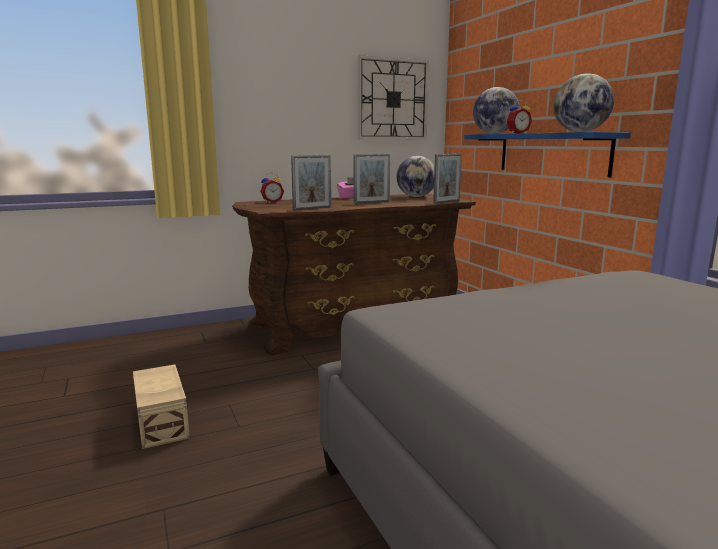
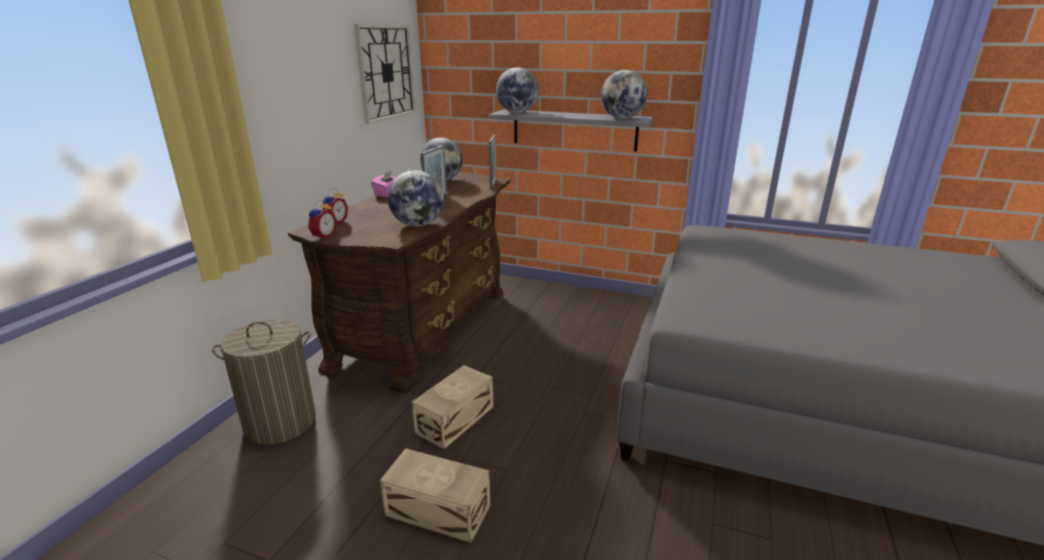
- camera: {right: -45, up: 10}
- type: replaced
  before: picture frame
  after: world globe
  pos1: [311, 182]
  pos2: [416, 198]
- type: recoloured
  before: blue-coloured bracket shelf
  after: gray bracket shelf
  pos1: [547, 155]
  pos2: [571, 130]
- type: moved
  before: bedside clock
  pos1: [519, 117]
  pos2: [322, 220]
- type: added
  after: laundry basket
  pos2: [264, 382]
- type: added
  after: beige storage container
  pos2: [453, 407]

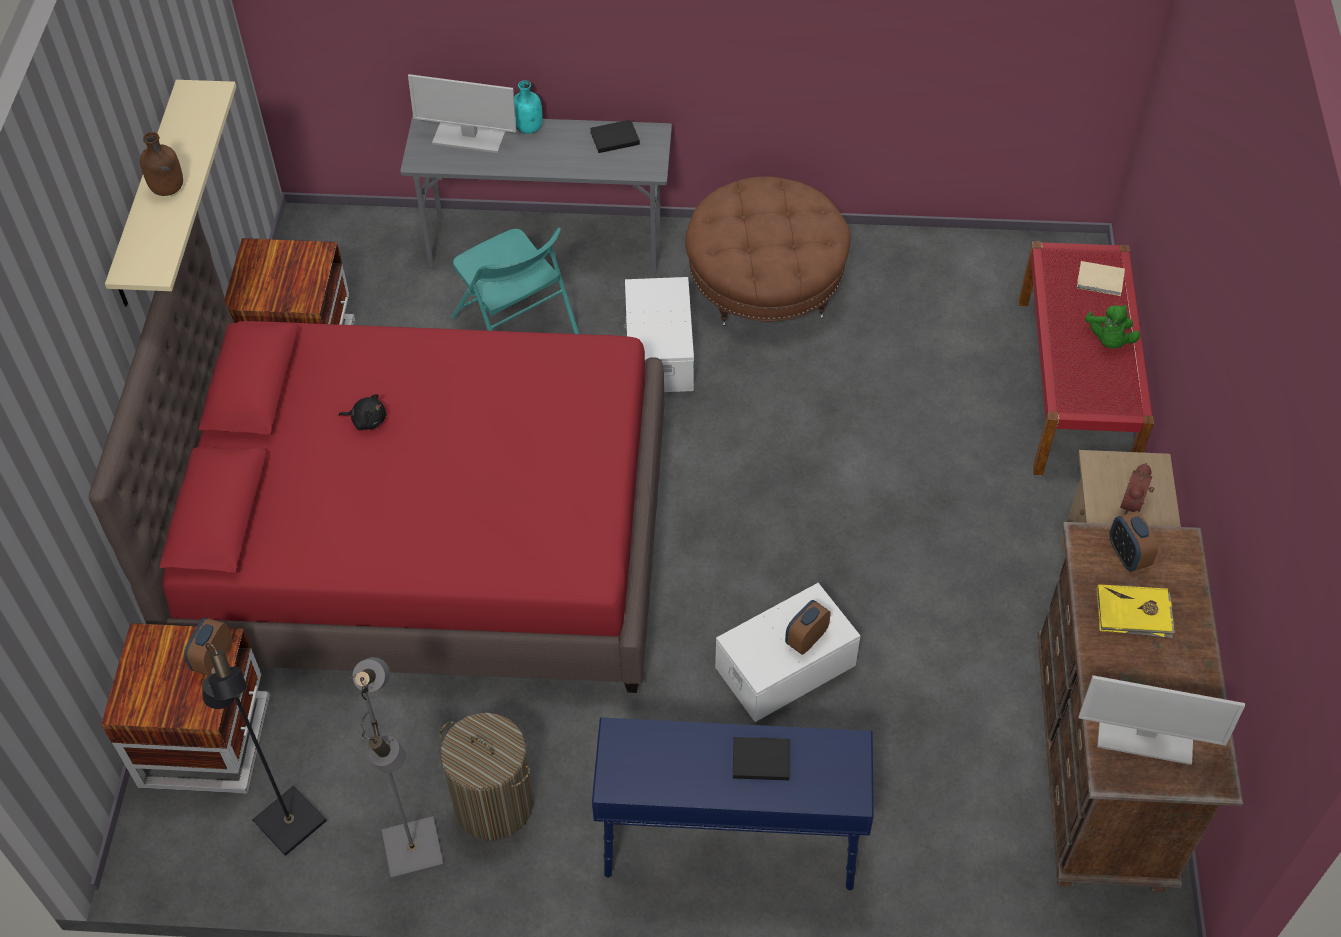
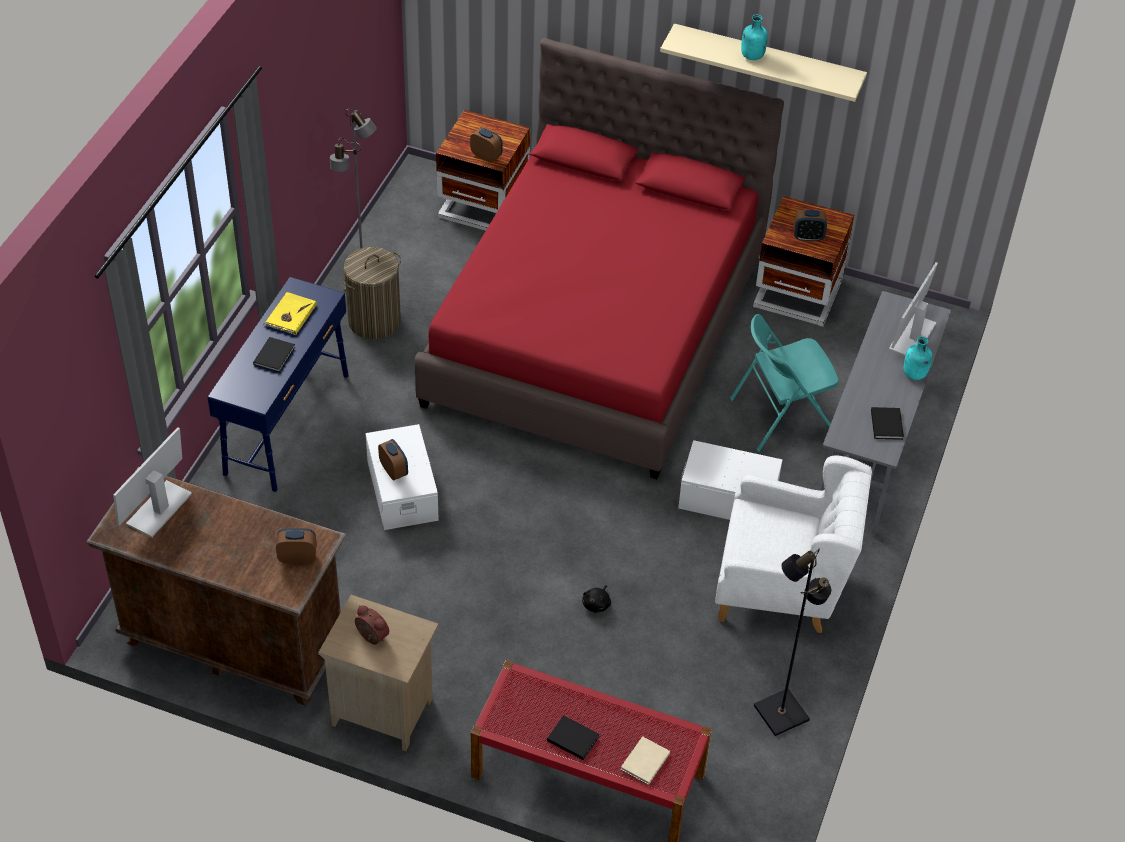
- camera: {right: 105, up: -5}
- type: recoloured
  before: brown bottle
  after: turquoise-coloured bottle
  pos1: [161, 164]
  pos2: [754, 37]
- type: moved
  before: black floor lamp
  pos1: [264, 749]
  pos2: [792, 642]
- type: moved
  before: black cuddly toy
  pos1: [362, 412]
  pos2: [596, 599]
- type: replaced
  before: brown footrest
  after: white-coloured armchair
  pos1: [768, 251]
  pos2: [793, 544]
- type: replaced
  before: green cuddly toy
  after: black volume
  pos1: [1112, 326]
  pos2: [573, 737]
- type: moved
  before: yellowish volume
  pos1: [1136, 611]
  pos2: [290, 313]
- type: added
  after: bedside clock
  pos2: [810, 226]

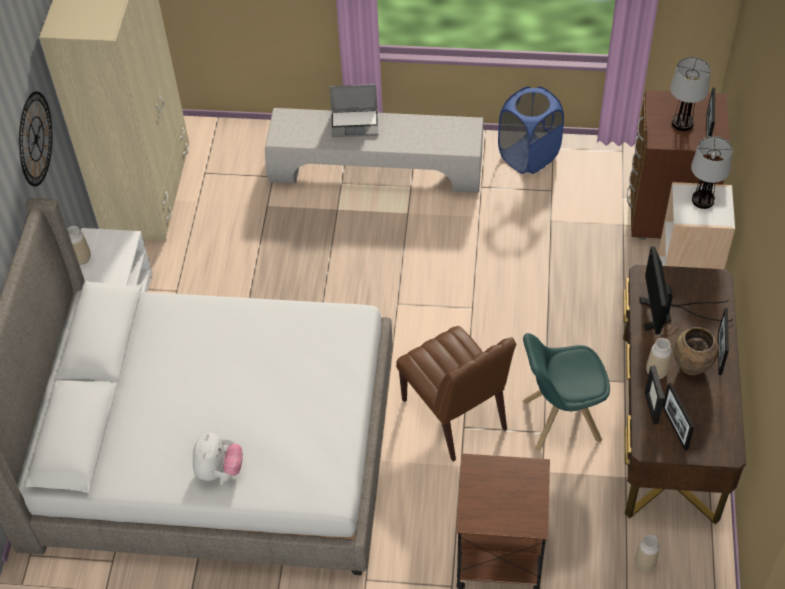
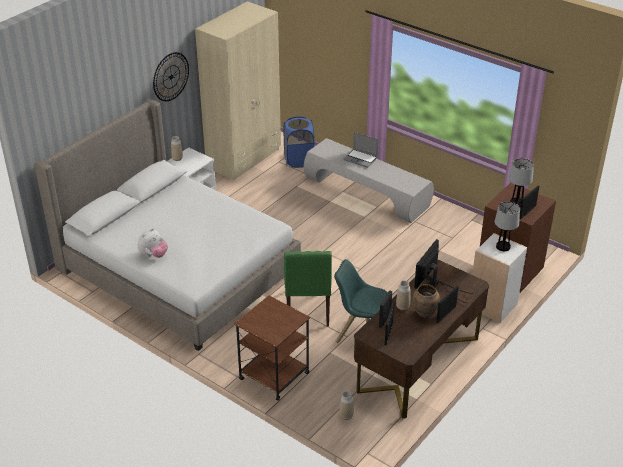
- camera: {right: 30, up: -15}
- type: recoloured
  before: brown upright chair
  after: green upright chair
  pos1: [456, 393]
  pos2: [308, 288]
- type: moved
  before: blue-coloured laundry basket
  pos1: [531, 130]
  pos2: [299, 142]

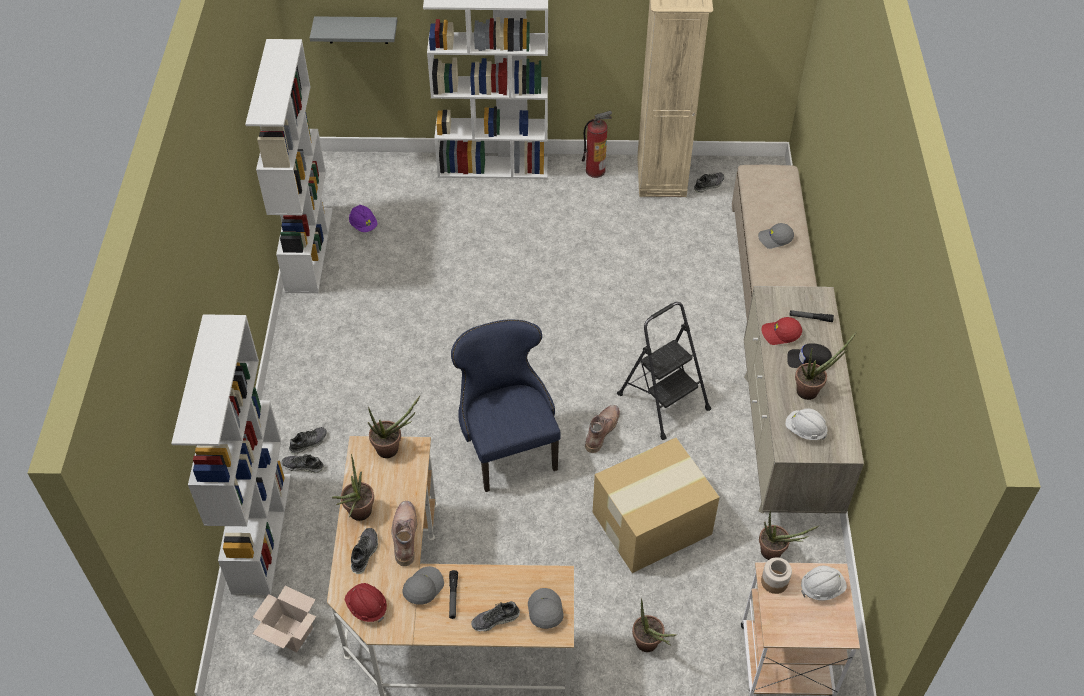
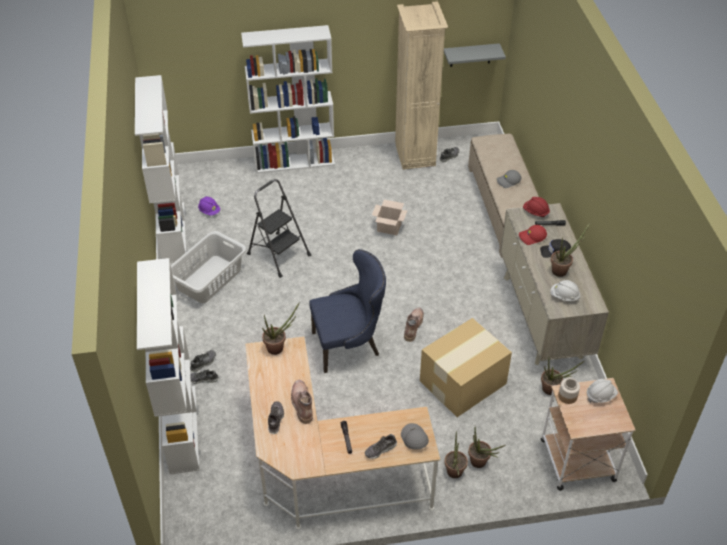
- camera: {right: -10, up: -5}
- type: moved
  before: cardboard box
  pos1: [284, 619]
  pos2: [390, 217]
- type: moved
  before: gray bracket shelf
  pos1: [353, 30]
  pos2: [475, 55]
- type: moved
  before: houseplant
  pos1: [353, 487]
  pos2: [456, 454]
- type: moved
  before: red-coloured work helmet
  pos1: [366, 602]
  pos2: [536, 207]
- type: removed
  before: gray peaked cap
  pos1: [423, 585]
- type: turned
  before: blue-coloured upright chair
  pos1: [506, 406]
  pos2: [347, 311]
  turn: 105
- type: removed
  before: extinguisher
  pos1: [597, 144]
- type: moved
  before: black step stool
  pos1: [664, 371]
  pos2: [279, 228]
- type: added
  after: gray laundry basket
  pos2: [209, 267]

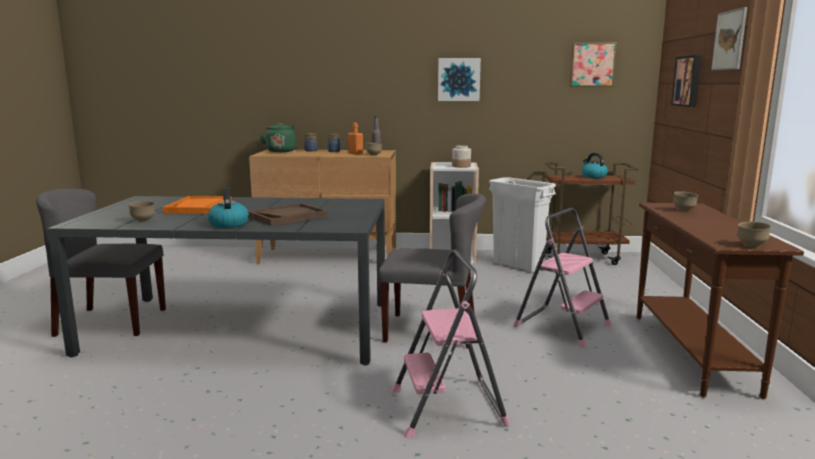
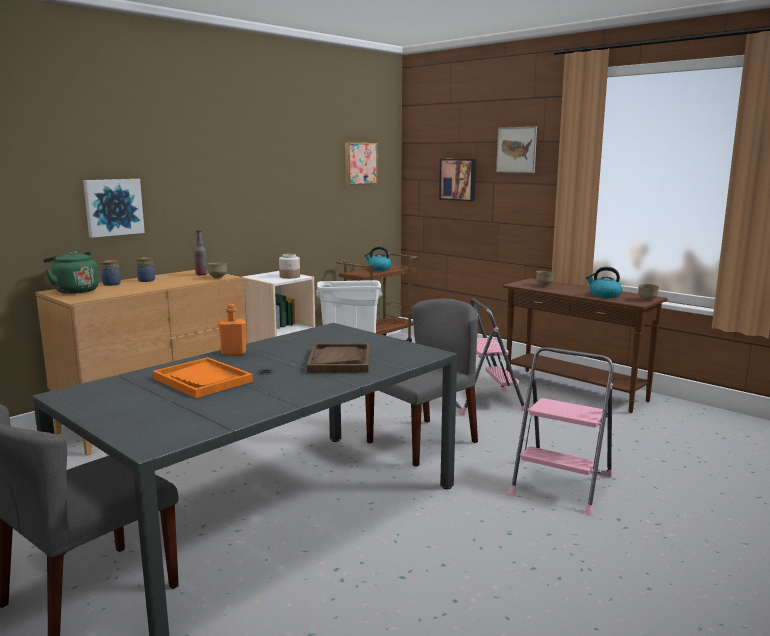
- camera: {right: -50, up: 0}
- type: removed
  before: brown serving bowl
  pos1: [142, 211]
- type: moved
  before: tea kettle
  pos1: [228, 207]
  pos2: [604, 282]
- type: moved
  before: orange bottle
  pos1: [355, 138]
  pos2: [232, 329]
- type: moved
  before: picture
  pos1: [459, 79]
  pos2: [114, 208]

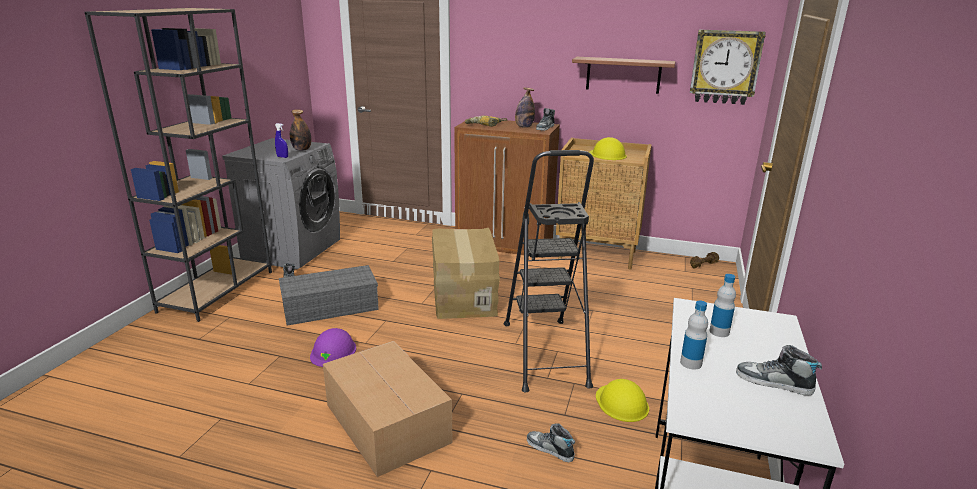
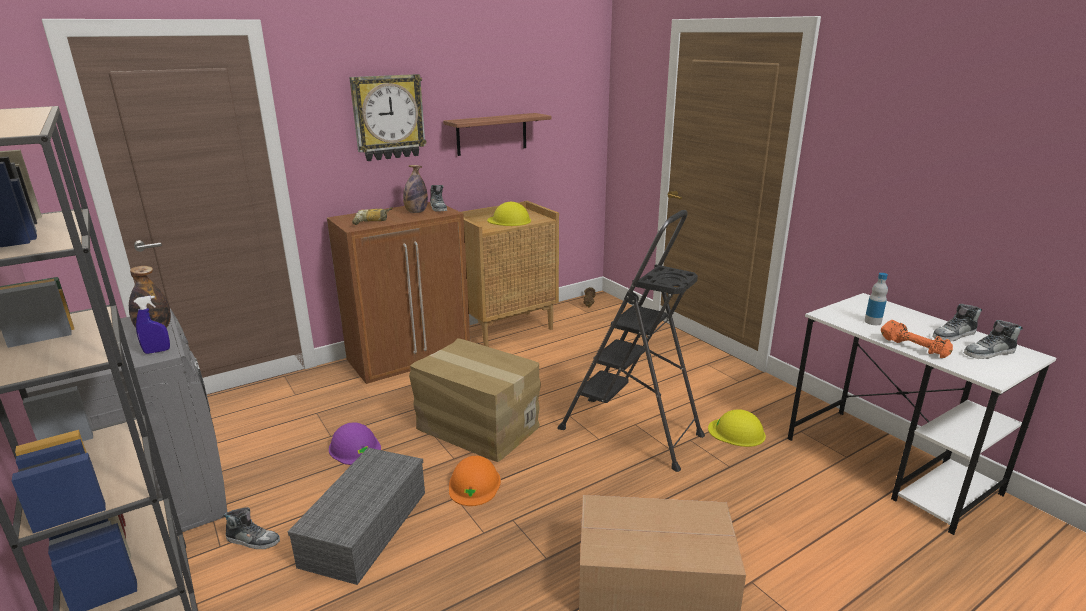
- camera: {right: -50, up: 0}
- type: moved
  before: purple work helmet
  pos1: [333, 347]
  pos2: [355, 443]
- type: moved
  before: item of footwear
  pos1: [551, 442]
  pos2: [993, 339]
- type: replaced
  before: bottle
  after: orange hand weight
  pos1: [694, 335]
  pos2: [917, 339]
- type: moved
  before: wall clock
  pos1: [728, 67]
  pos2: [388, 117]
- type: added
  after: orange work helmet
  pos2: [475, 481]

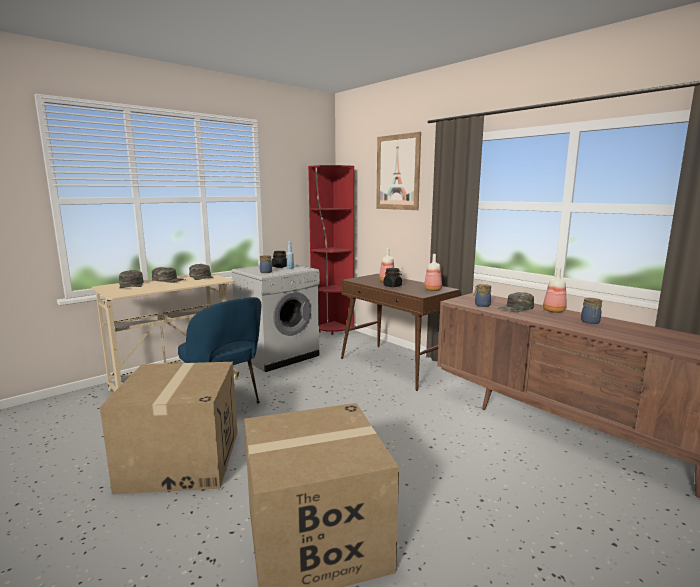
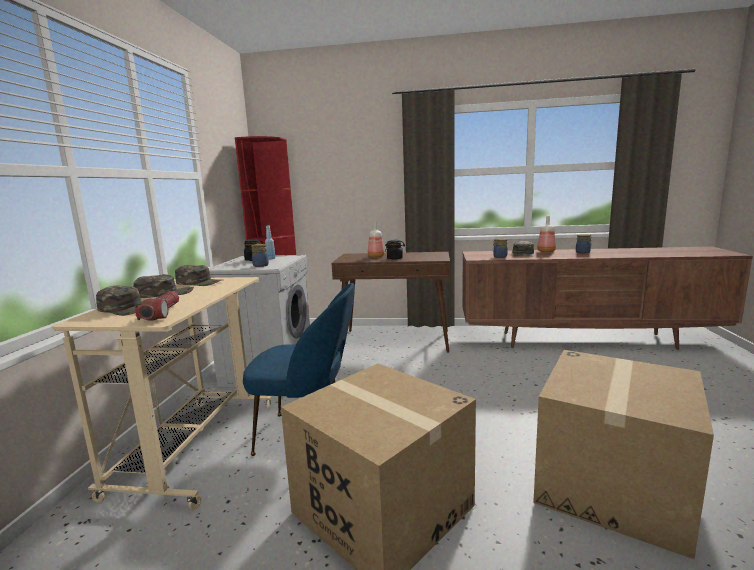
- camera: {right: -40, up: 0}
- type: removed
  before: picture
  pos1: [398, 171]
- type: removed
  before: bottle
  pos1: [433, 272]
- type: added
  after: torch
  pos2: [157, 306]

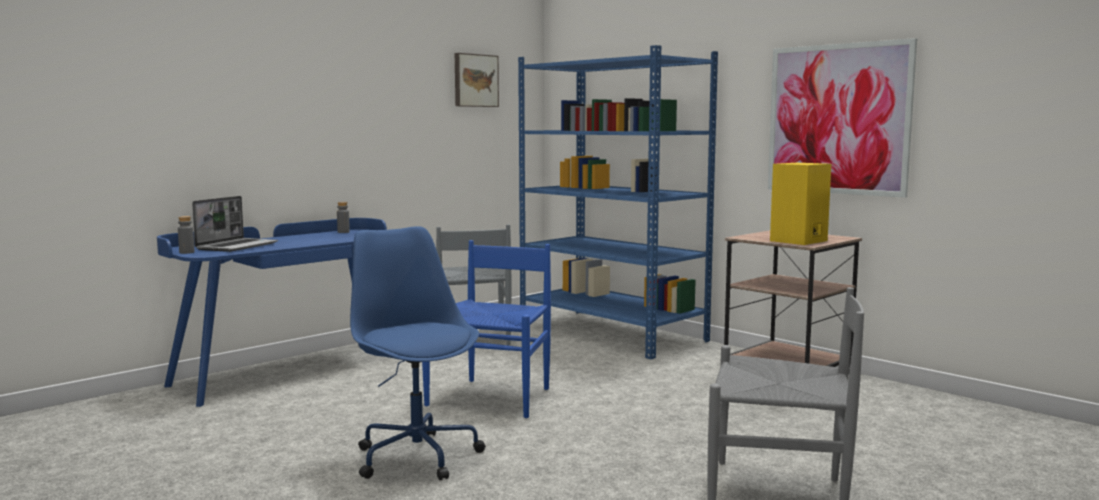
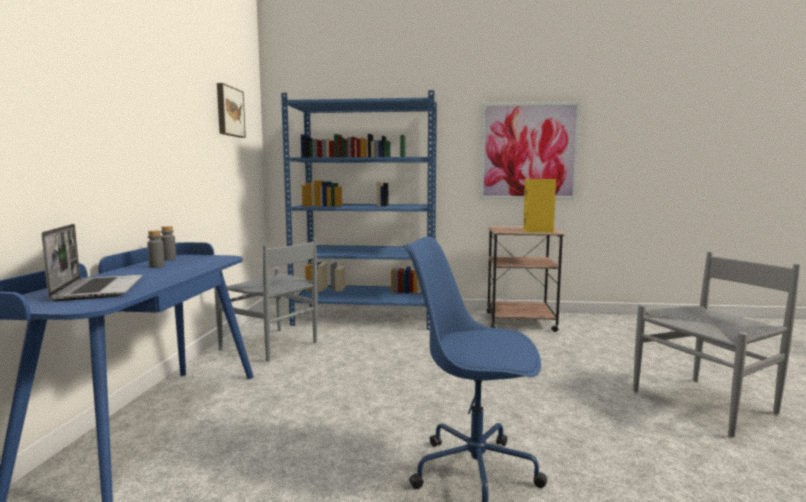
- camera: {right: -40, up: 0}
- type: moved
  before: gray bottle
  pos1: [186, 235]
  pos2: [156, 249]
- type: removed
  before: blue-coloured upright chair
  pos1: [486, 329]

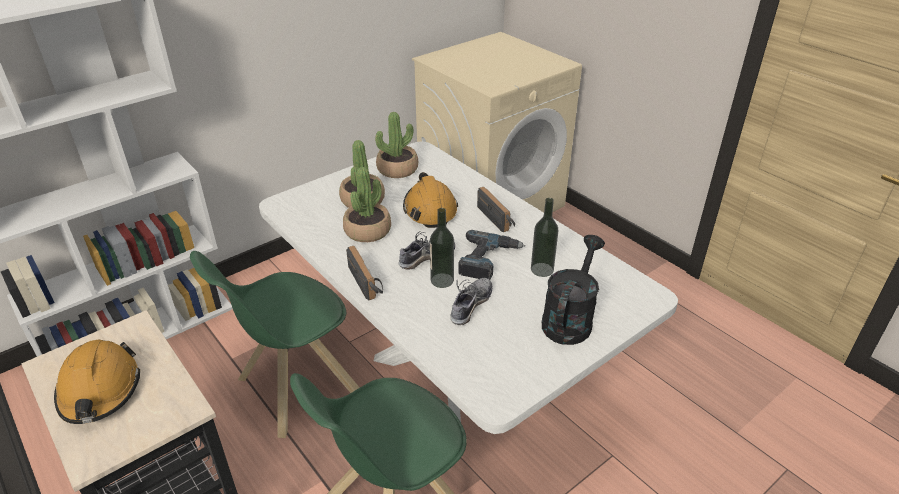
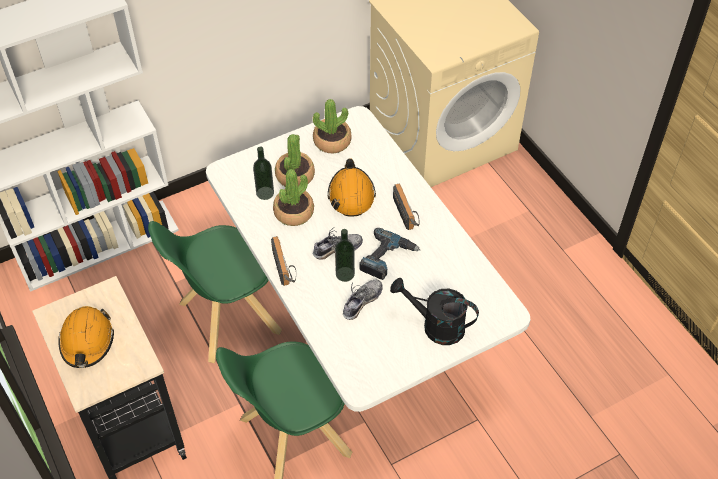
- camera: {right: 10, up: 15}
- type: moved
  before: bottle
  pos1: [545, 237]
  pos2: [263, 173]
- type: turned
  before: black sprinkling can
  pos1: [573, 290]
  pos2: [434, 311]
  turn: -105

